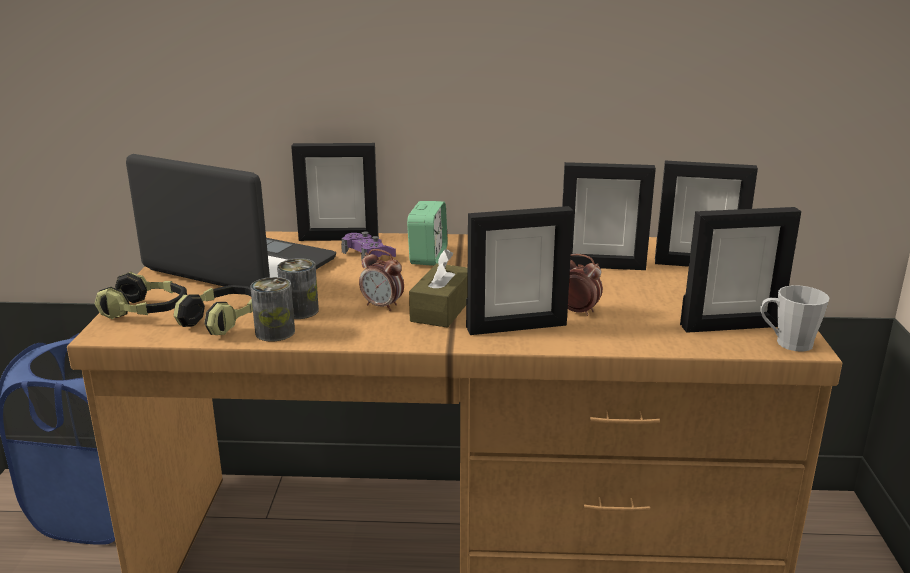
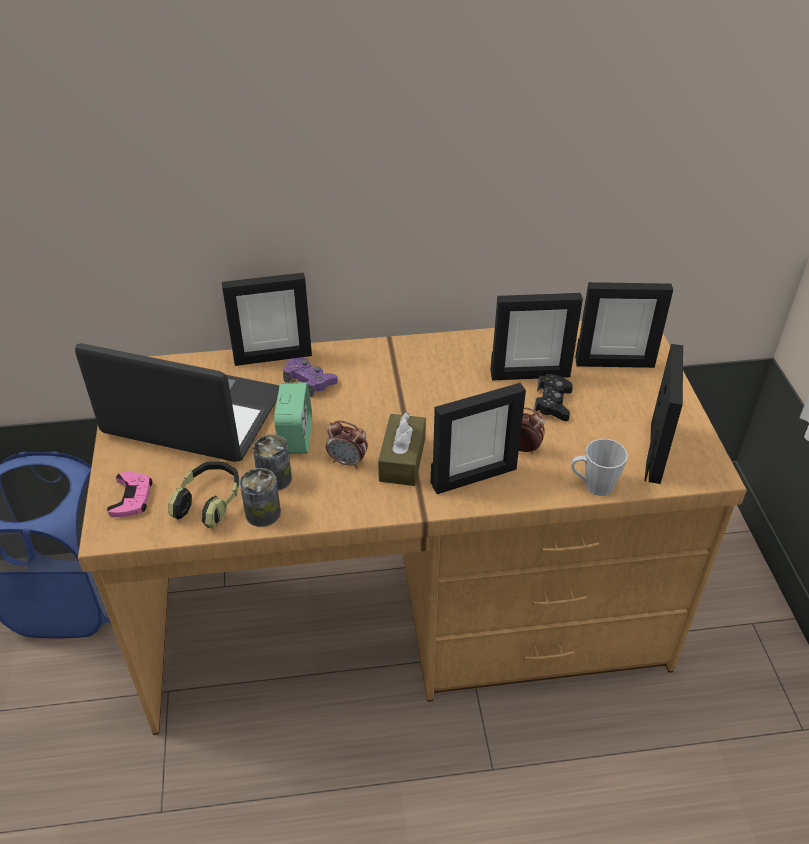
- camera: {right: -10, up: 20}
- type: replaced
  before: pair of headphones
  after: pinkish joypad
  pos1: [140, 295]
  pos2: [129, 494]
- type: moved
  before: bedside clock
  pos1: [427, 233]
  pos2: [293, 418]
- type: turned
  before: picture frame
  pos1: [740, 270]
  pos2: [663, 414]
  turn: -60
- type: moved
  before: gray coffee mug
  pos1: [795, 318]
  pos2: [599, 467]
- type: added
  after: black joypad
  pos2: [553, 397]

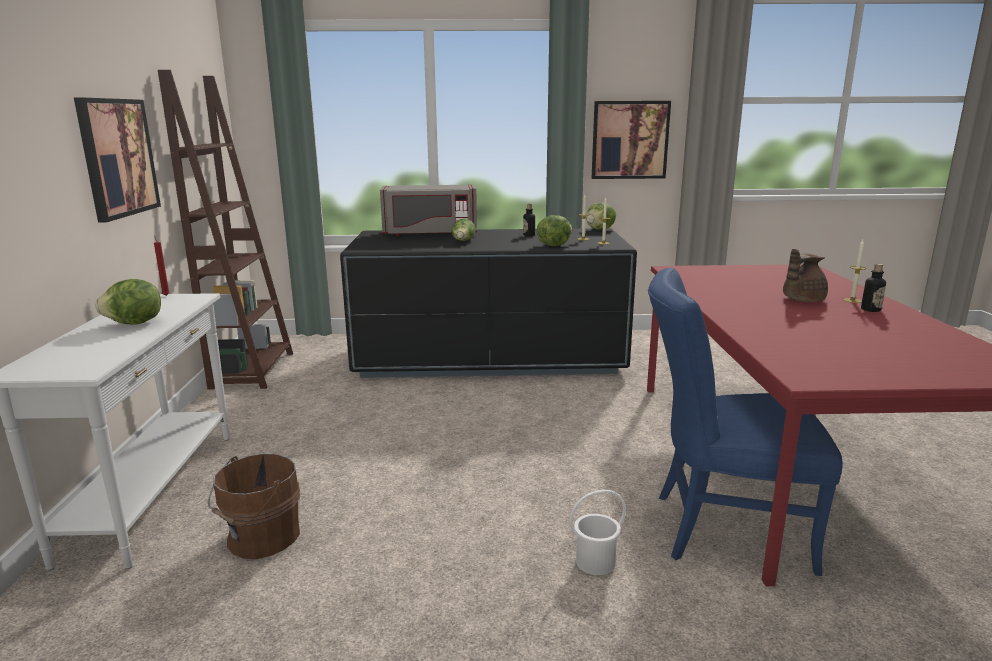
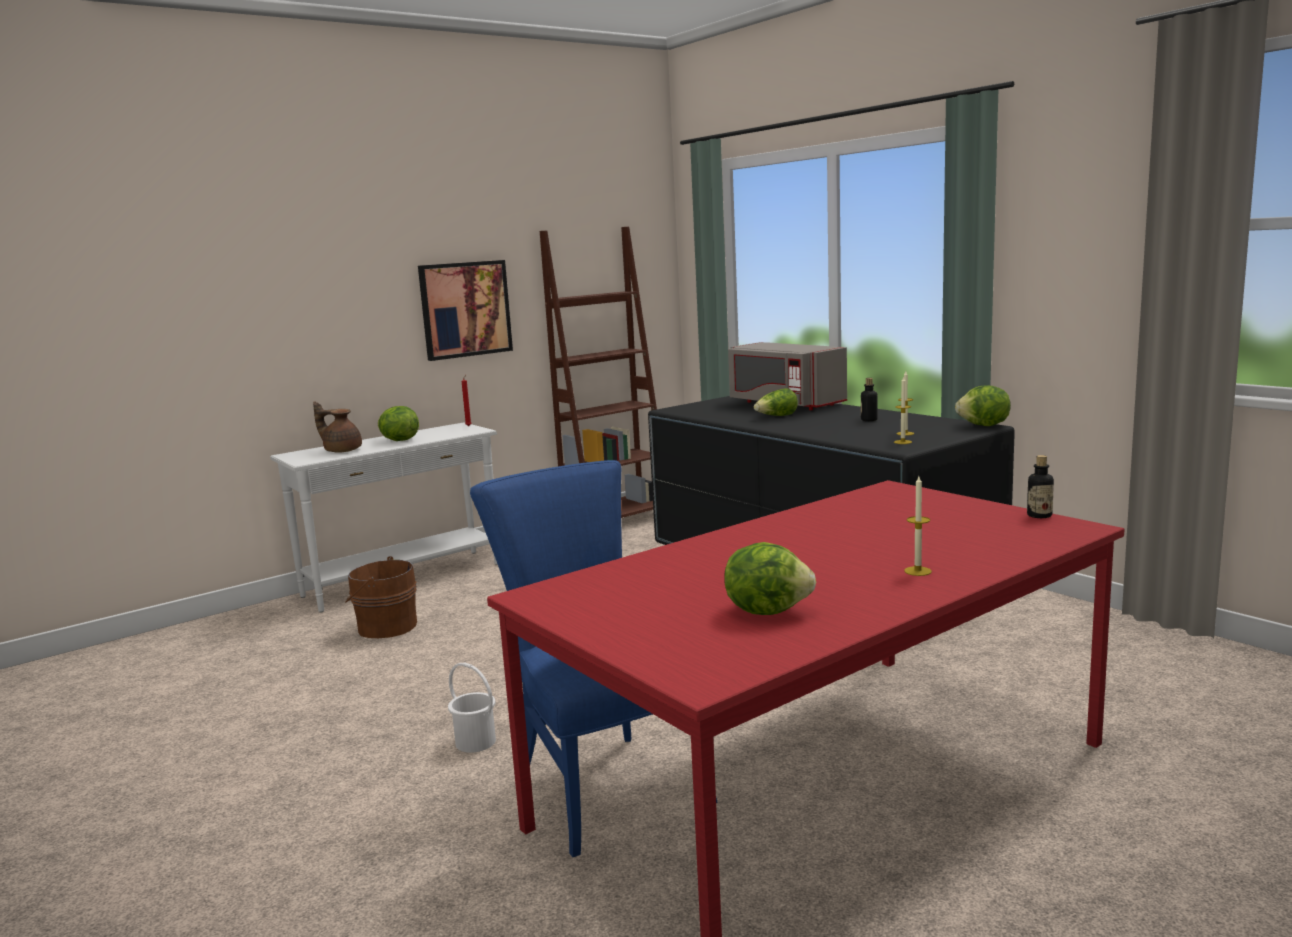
- camera: {right: 55, up: -5}
- type: moved
  before: lettuce head
  pos1: [554, 230]
  pos2: [770, 578]
- type: removed
  before: picture
  pos1: [631, 140]
- type: moved
  before: brown pot for tea
  pos1: [805, 275]
  pos2: [337, 426]
- type: moved
  before: bottle
  pos1: [873, 287]
  pos2: [1040, 486]

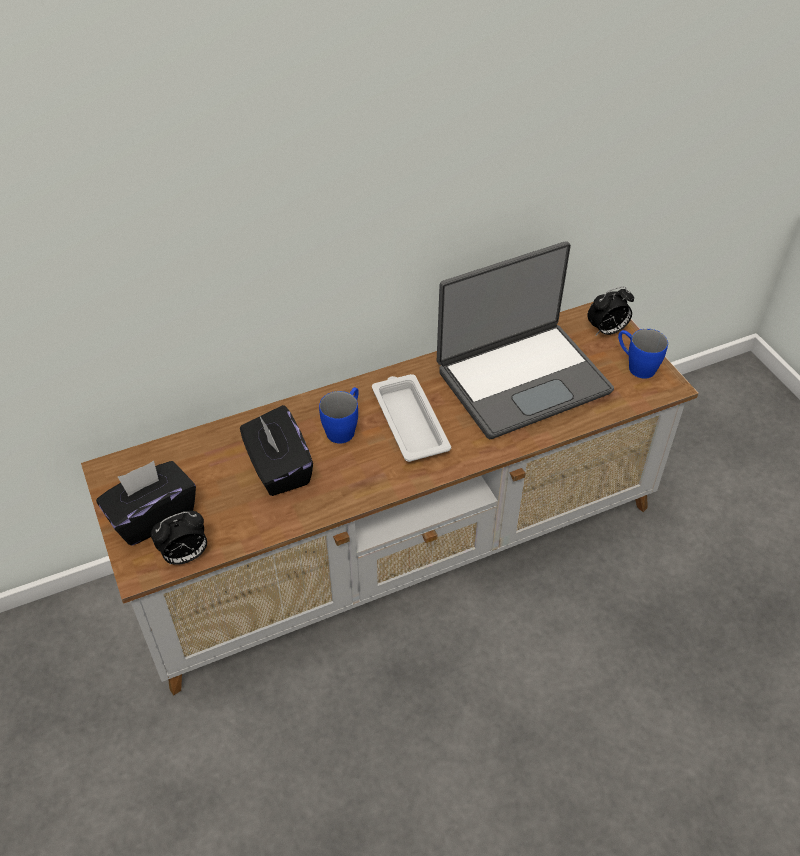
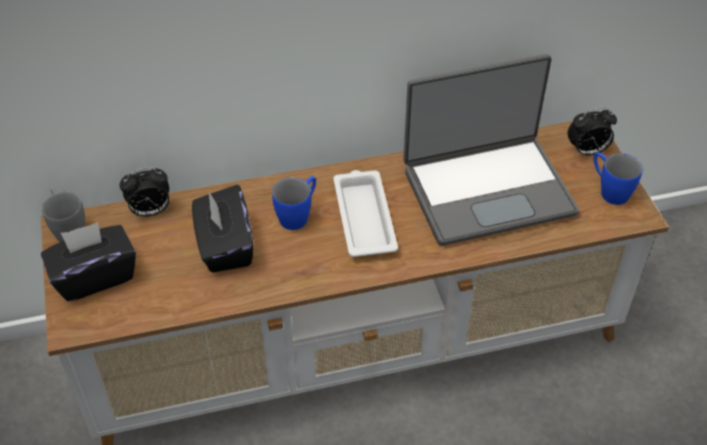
- camera: {right: 10, up: 0}
- type: moved
  before: bedside clock
  pos1: [179, 538]
  pos2: [144, 192]
- type: added
  after: gray coffee mug
  pos2: [63, 215]

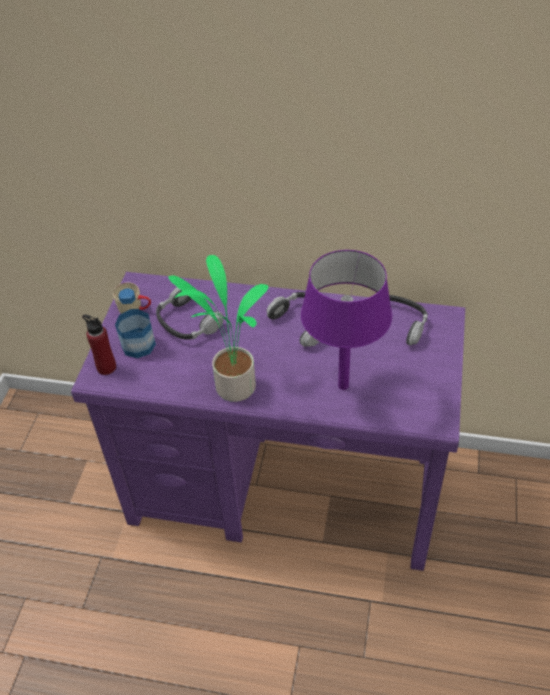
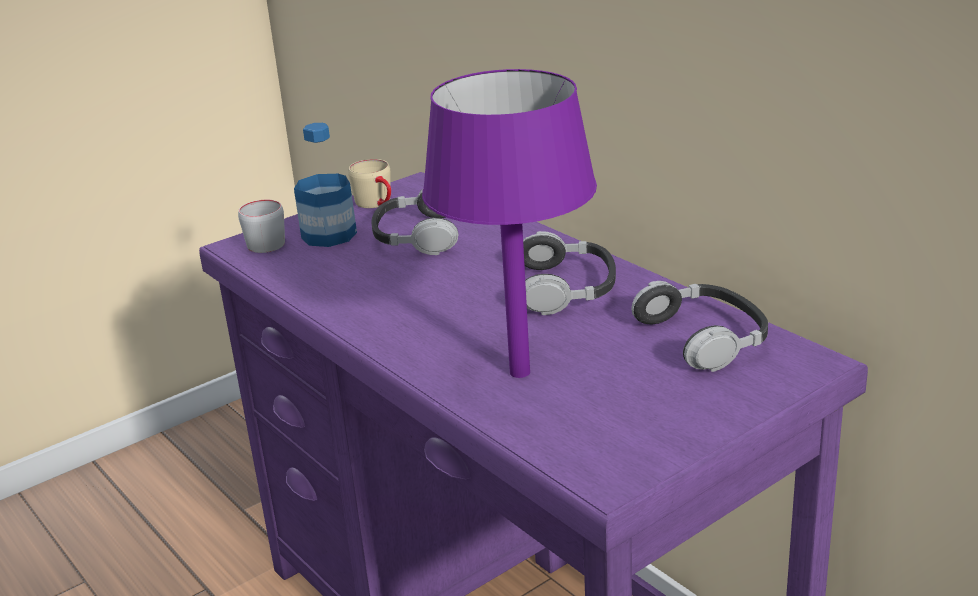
- camera: {right: 40, up: -20}
- type: replaced
  before: red-coloured bottle
  after: gray coffee mug
  pos1: [99, 345]
  pos2: [261, 226]
- type: removed
  before: houseplant
  pos1: [218, 328]

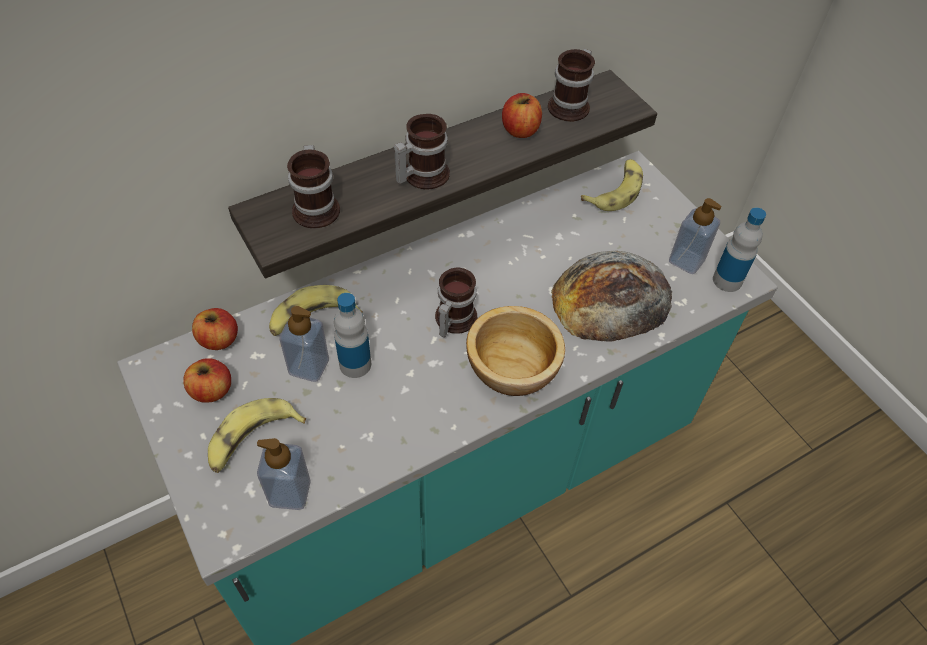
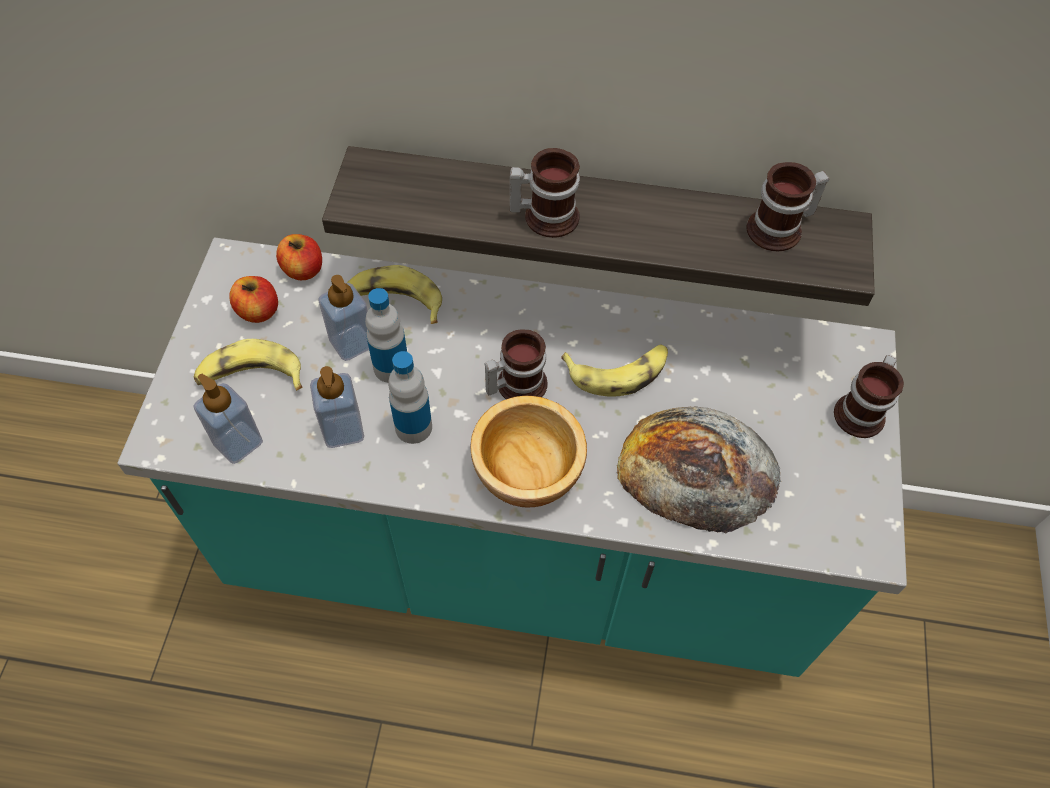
- camera: {right: 40, up: 5}
- type: moved
  before: coffee mug
  pos1: [313, 186]
  pos2: [869, 396]
- type: removed
  before: whole apple
  pos1: [522, 115]
- type: moved
  before: banana fruit
  pos1: [612, 185]
  pos2: [614, 370]
- type: moved
  before: soap bottle
  pos1: [695, 236]
  pos2: [337, 407]
- type: moved
  before: bottle
  pos1: [739, 249]
  pos2: [410, 397]

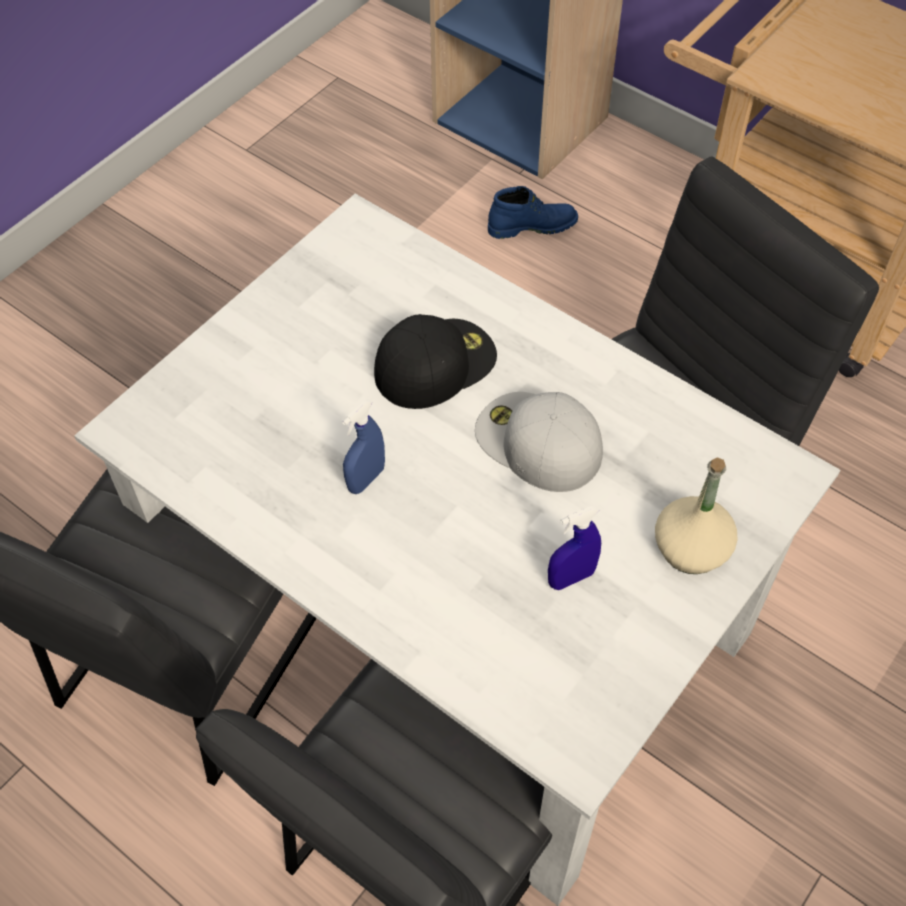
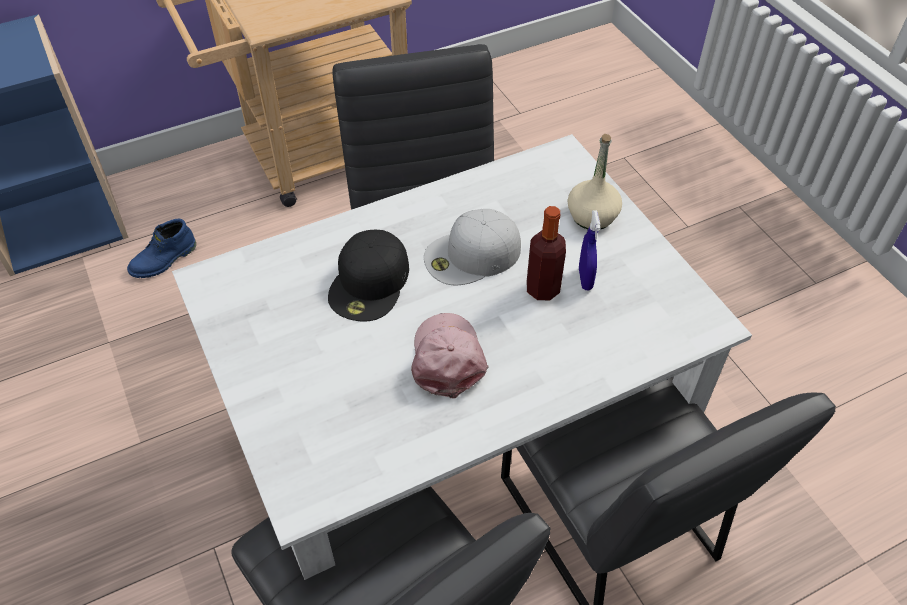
- camera: {right: -65, up: -5}
- type: replaced
  before: blue-coloured sprayer
  after: pinkish peaked cap
  pos1: [363, 446]
  pos2: [449, 356]
- type: turned
  before: black peaked cap
  pos1: [435, 361]
  pos2: [368, 275]
  turn: -150
- type: turned
  before: blue-coloured tall boot
  pos1: [533, 212]
  pos2: [161, 248]
  turn: -150
- type: added
  after: bottle
  pos2: [546, 253]

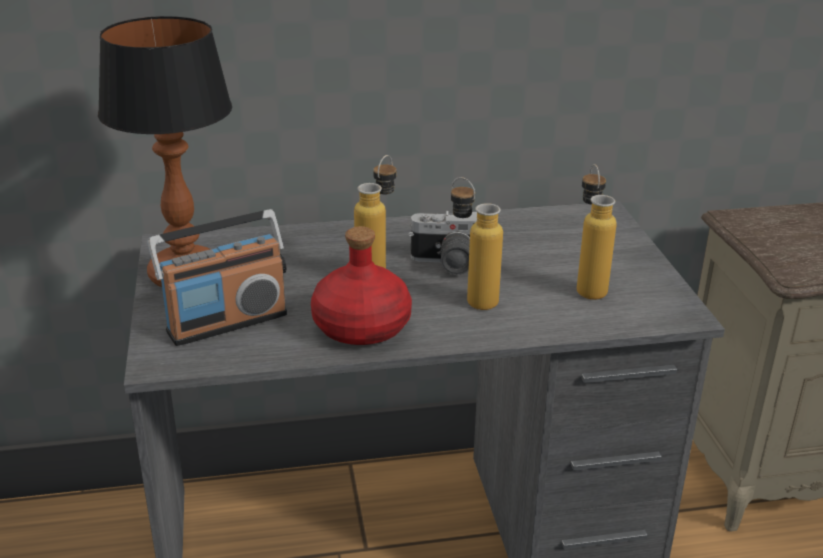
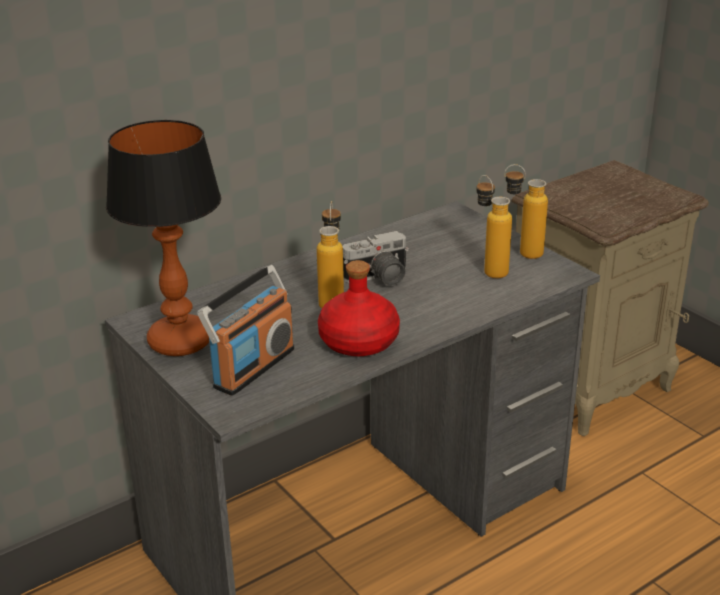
- camera: {right: -25, up: 0}
- type: moved
  before: bottle
  pos1: [477, 243]
  pos2: [526, 211]

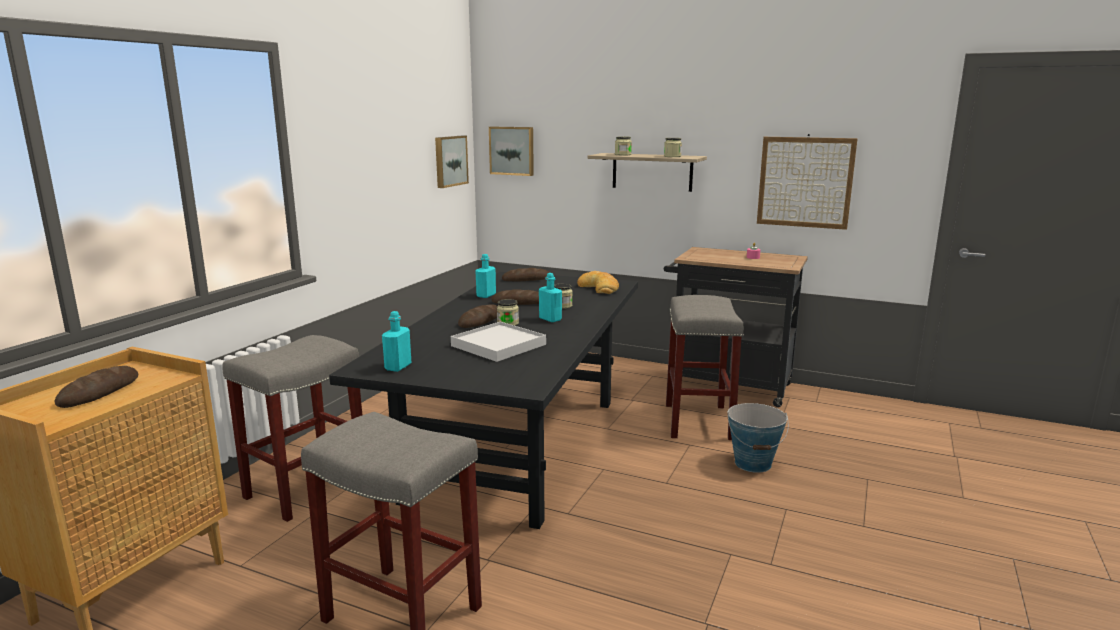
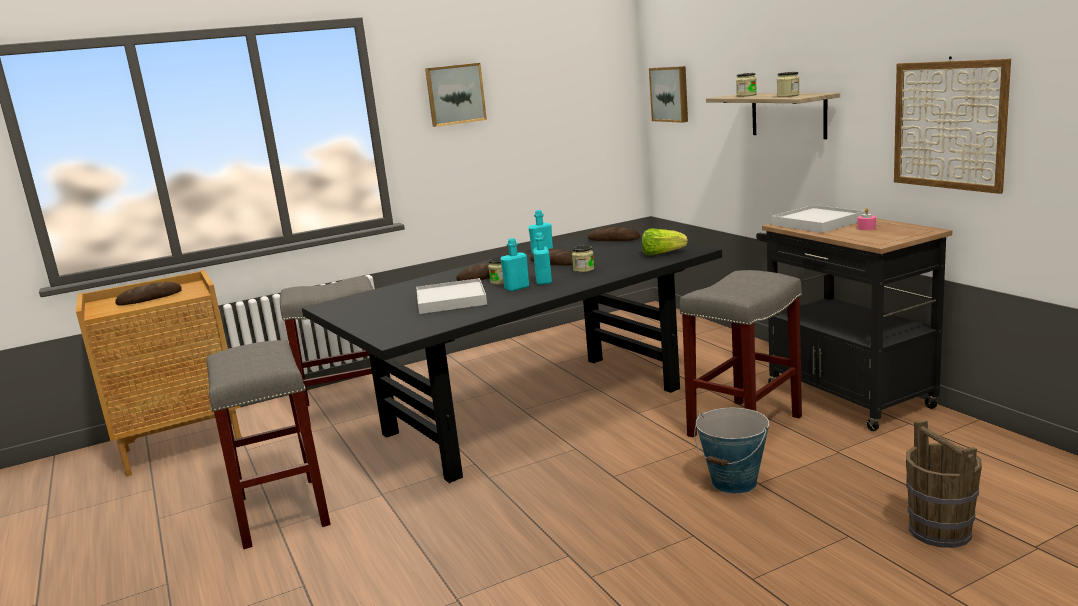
- camera: {right: 40, up: 0}
- type: moved
  before: turquoise-coloured bottle
  pos1: [397, 341]
  pos2: [514, 264]
- type: moved
  before: picture
  pos1: [452, 162]
  pos2: [456, 95]
- type: replaced
  before: bread
  after: lettuce head
  pos1: [598, 282]
  pos2: [665, 242]
- type: added
  after: white-coloured tray
  pos2: [818, 219]
- type: added
  after: brown bucket
  pos2: [944, 484]

